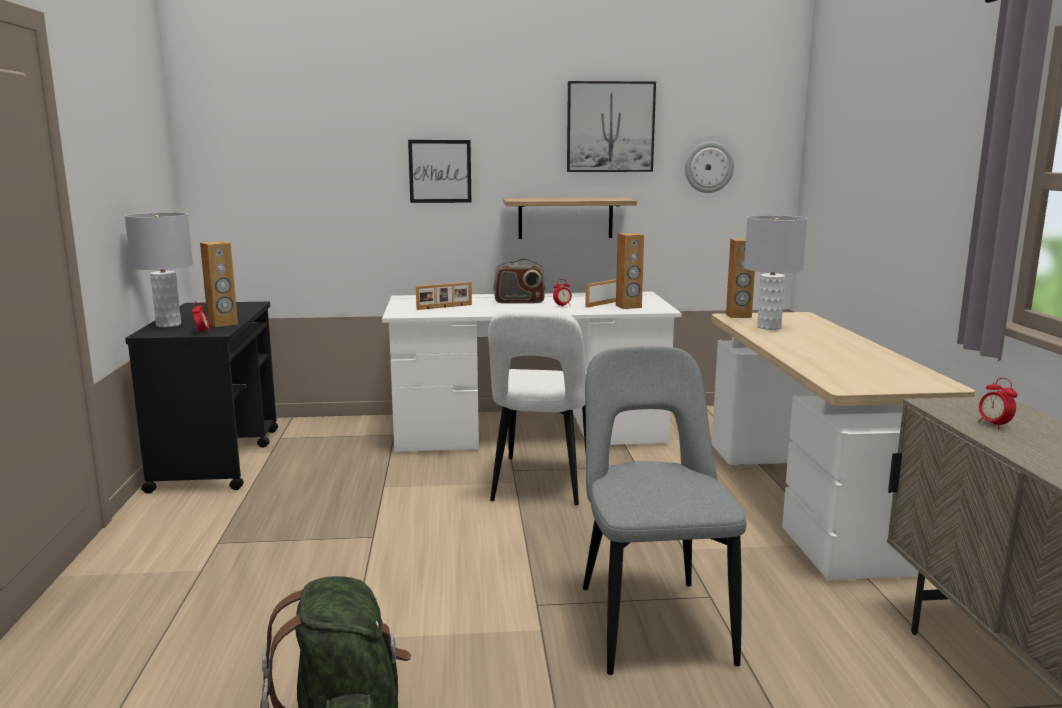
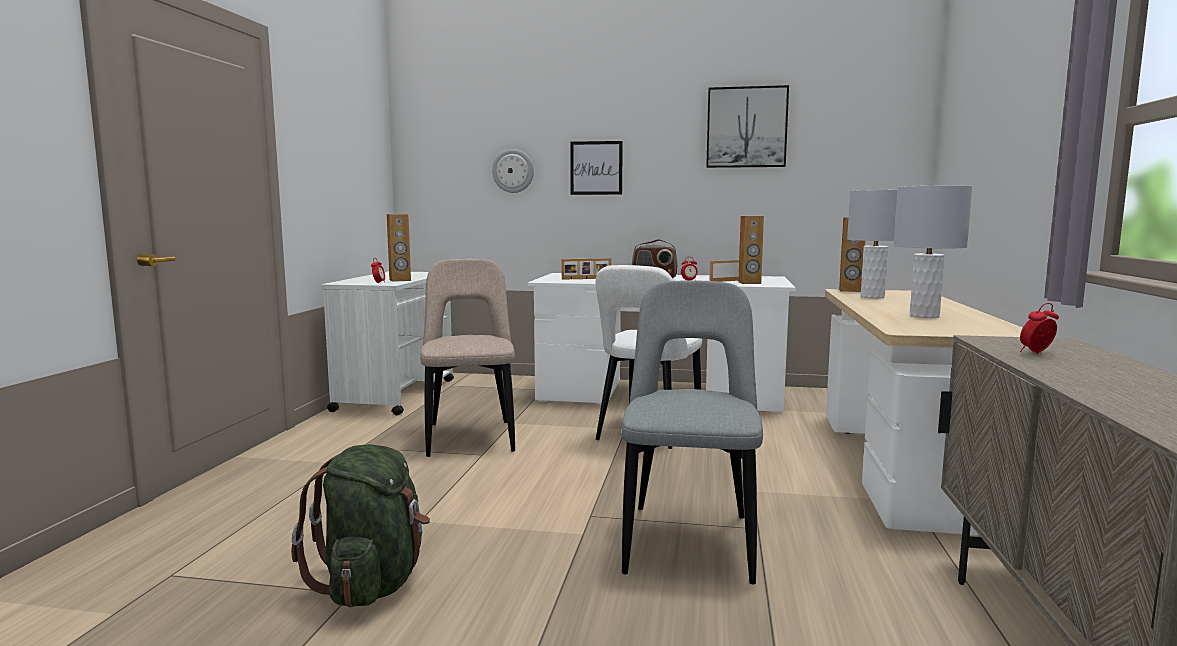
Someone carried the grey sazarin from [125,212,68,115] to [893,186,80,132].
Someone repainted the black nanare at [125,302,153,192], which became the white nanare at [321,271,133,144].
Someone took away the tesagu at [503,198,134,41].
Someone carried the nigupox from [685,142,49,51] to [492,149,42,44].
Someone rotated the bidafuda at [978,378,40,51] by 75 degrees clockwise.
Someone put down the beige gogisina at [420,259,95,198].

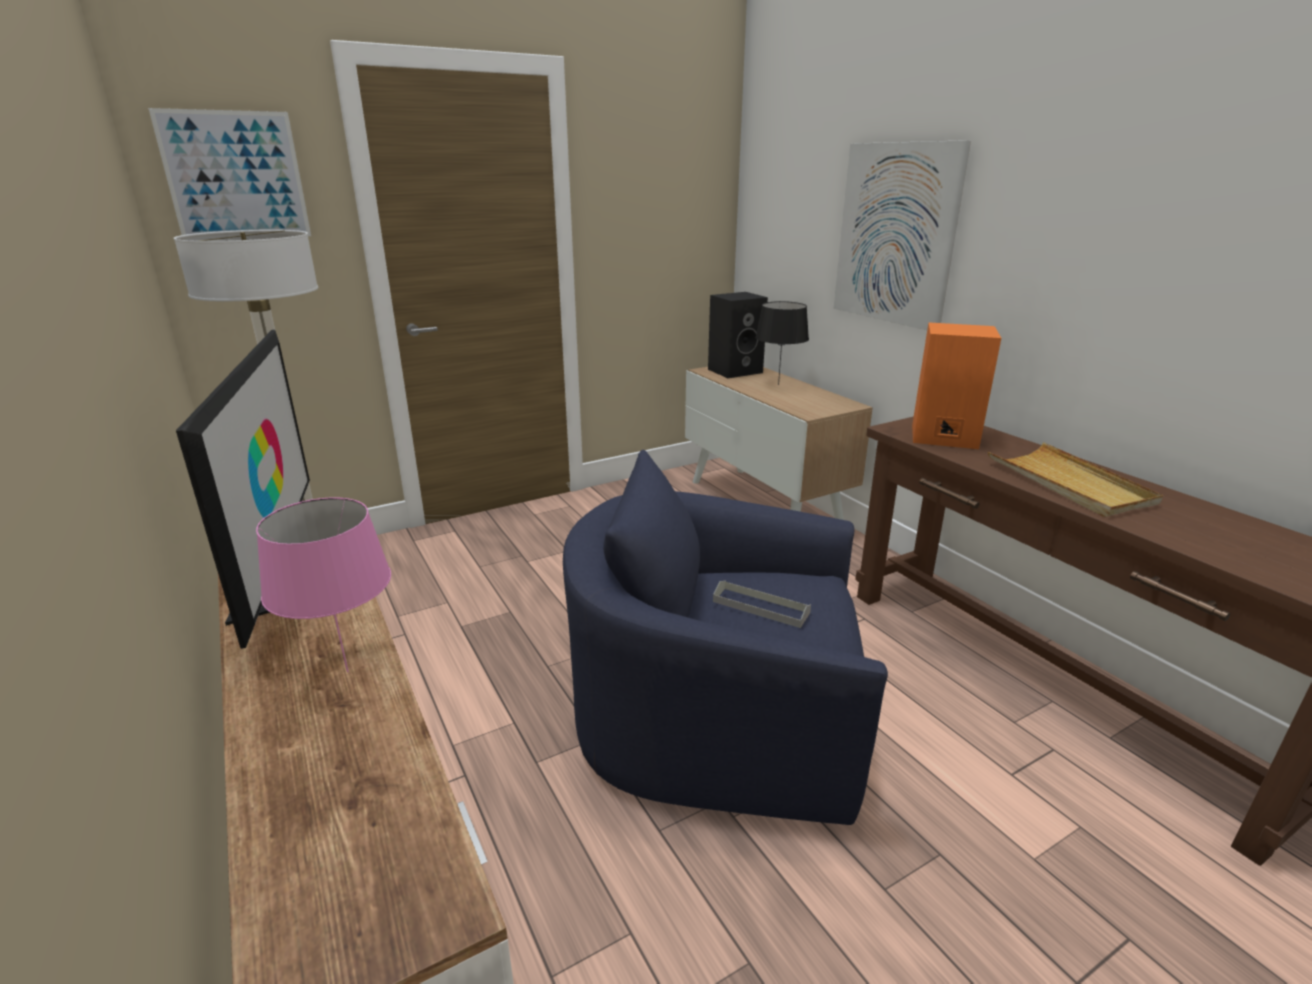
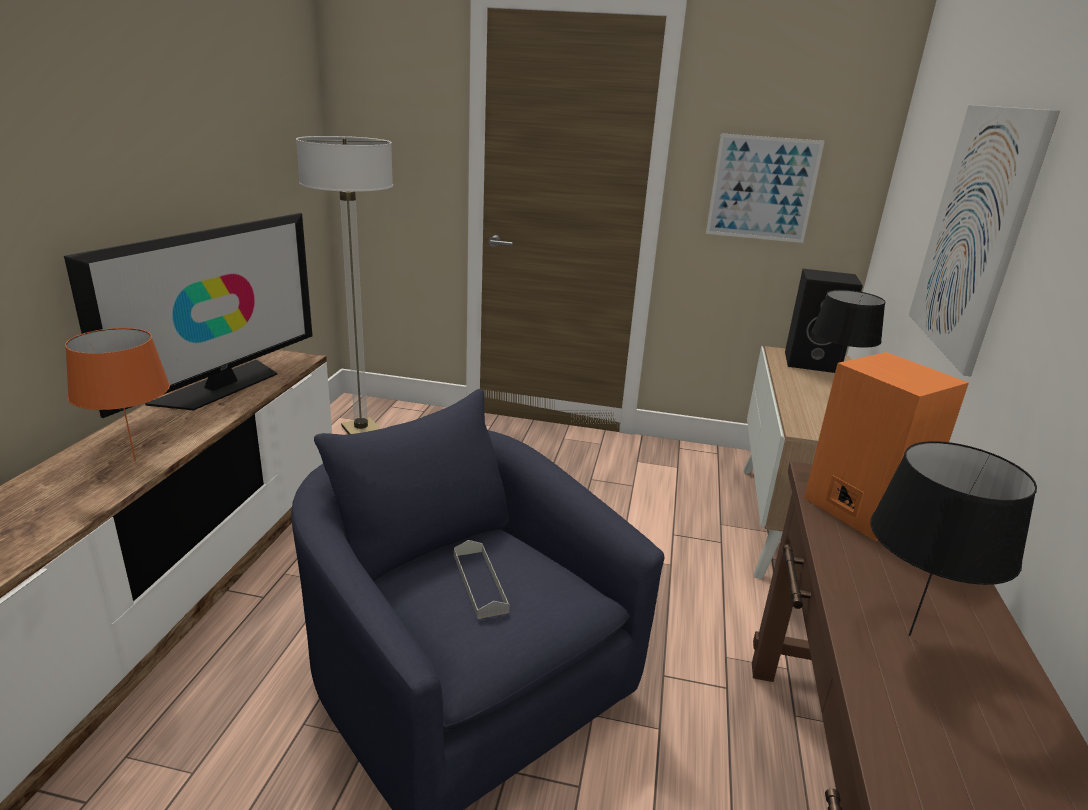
Someone carried the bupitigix from [148,108,163,128] to [706,133,119,110].
Someone repainted the pink sazarin at [256,498,135,174], which became the orange sazarin at [65,328,105,133].
Someone swapped the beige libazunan at [988,442,175,75] for the black sazarin at [870,441,167,195].

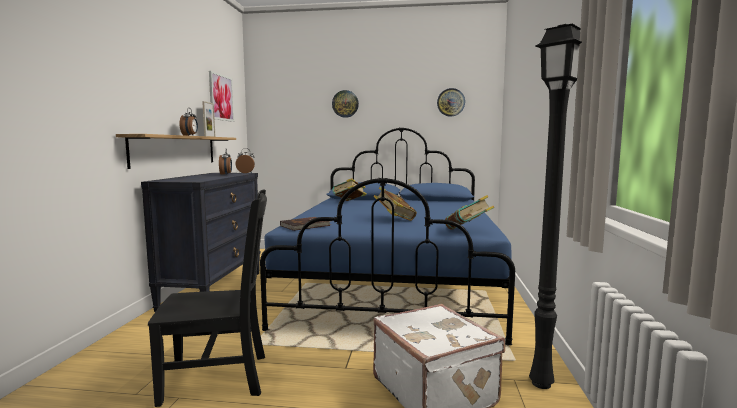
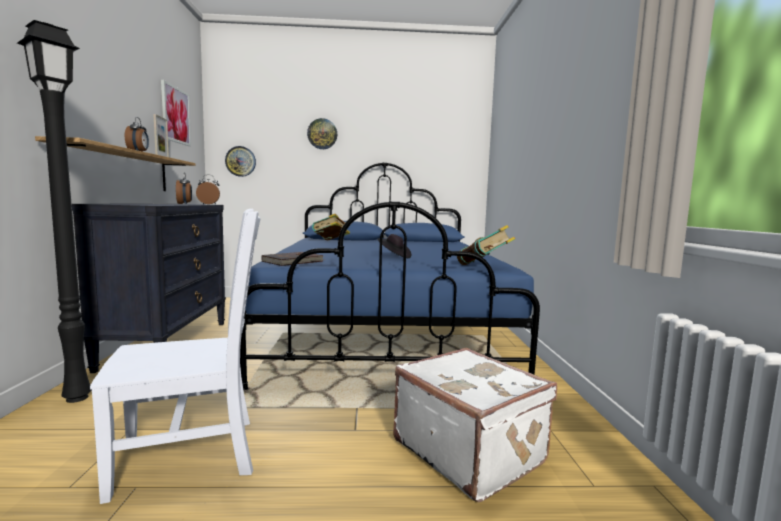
Someone repainted the black gogisina at [148,189,119,218], which became the white gogisina at [90,209,170,295].
Someone swapped the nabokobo at [374,187,43,34] for the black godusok at [378,234,33,24].
Someone carried the nigupox from [437,88,28,29] to [225,146,31,31].
Someone carried the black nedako from [529,24,53,365] to [17,20,75,383].

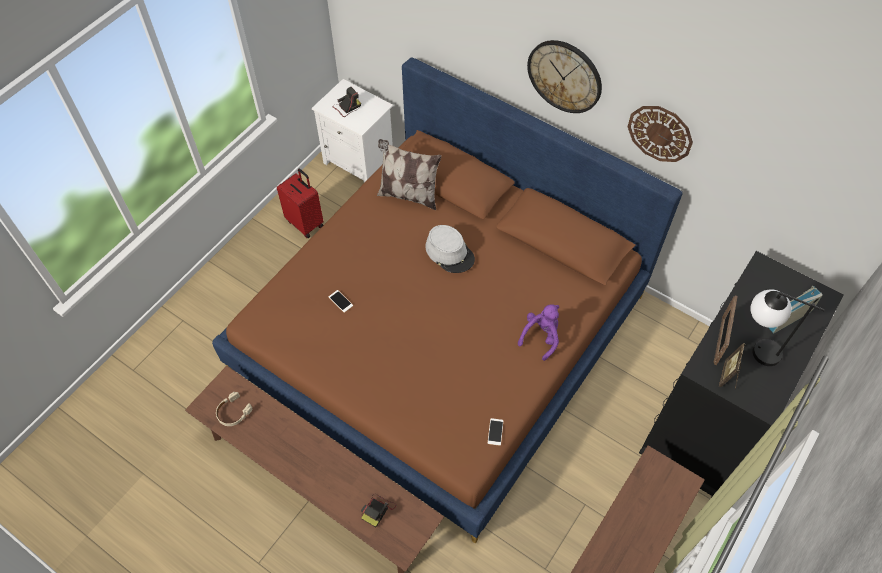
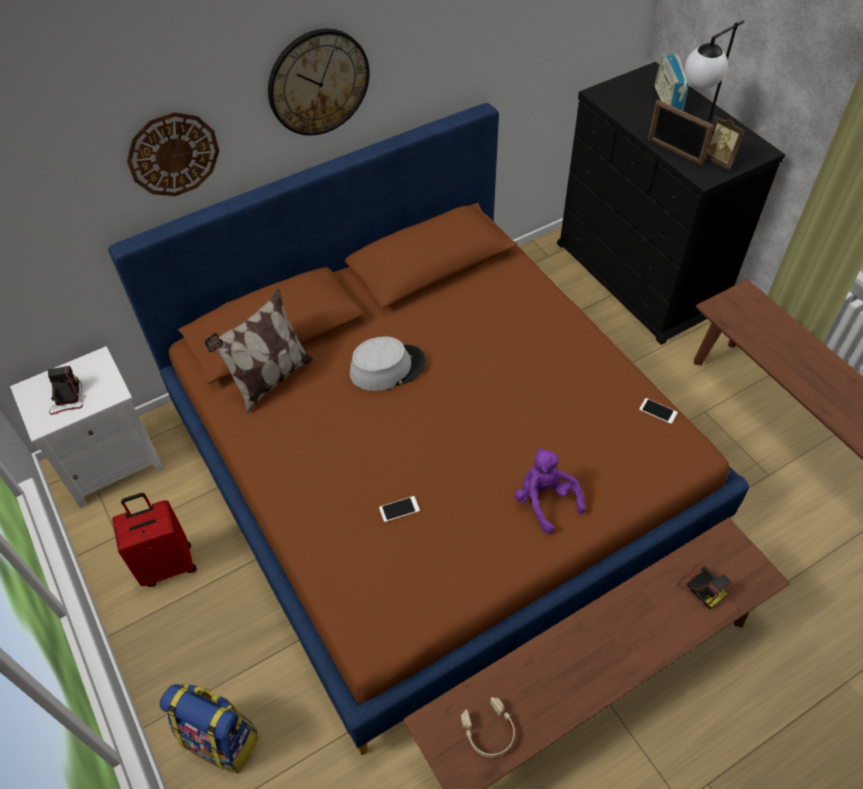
Someone carried the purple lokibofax from [518,304,41,57] to [515,447,70,86].
Someone carried the nigupox from [628,106,65,56] to [127,112,92,84].
Someone put down the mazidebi at [160,684,99,90].

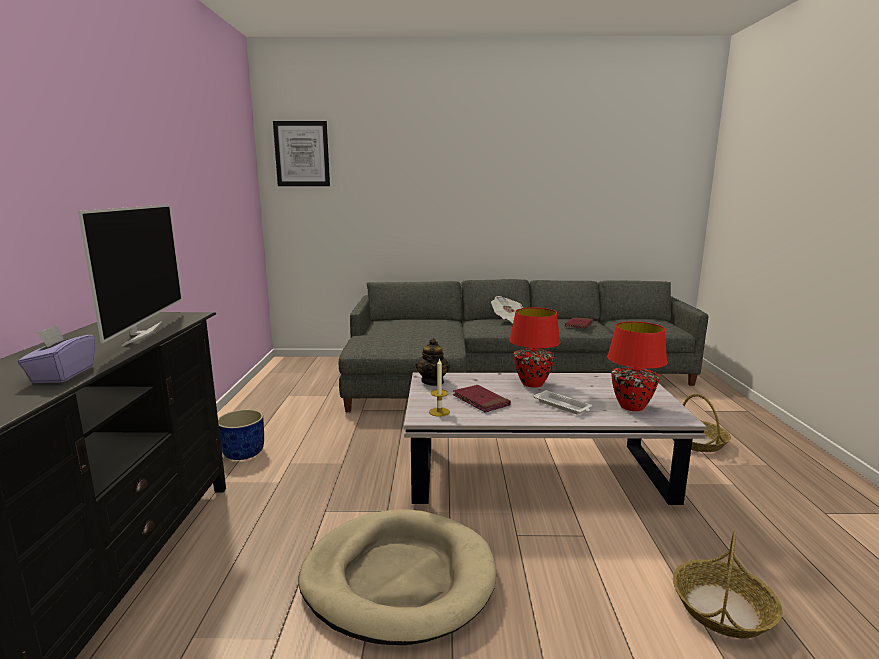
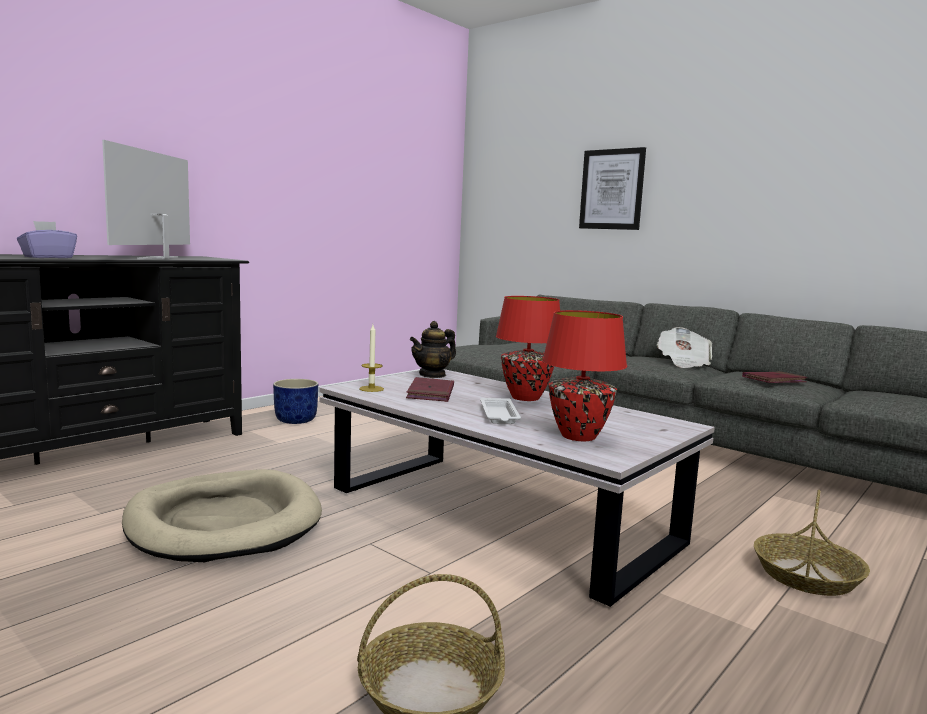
Someone rotated the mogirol at [78,205,104,141] by 150 degrees clockwise.
Someone carried the bupitigix from [273,121,57,65] to [579,147,67,83].

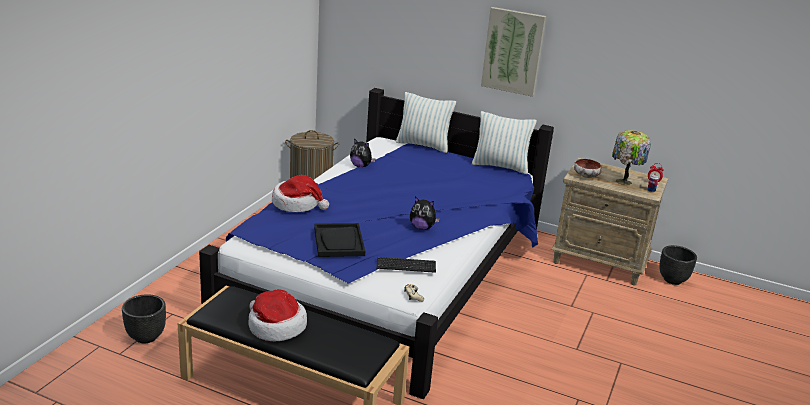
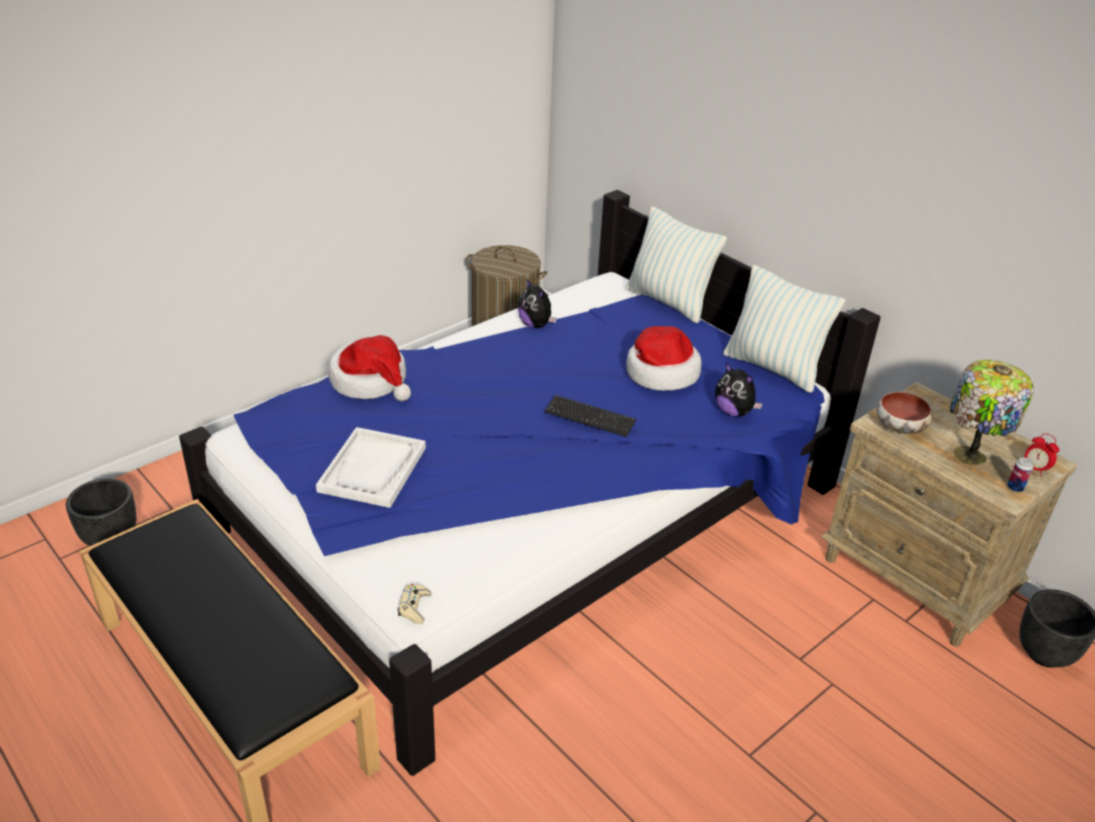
Someone carried the godusok from [248,289,59,53] to [626,326,75,65].
Someone repainted the black libazunan at [314,223,51,34], which became the white libazunan at [316,427,110,81].
Someone carried the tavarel from [376,257,60,16] to [544,395,92,42].
Someone carried the lokibofax from [410,197,30,33] to [715,362,48,55].
Someone took away the bupitigix at [481,7,65,90].

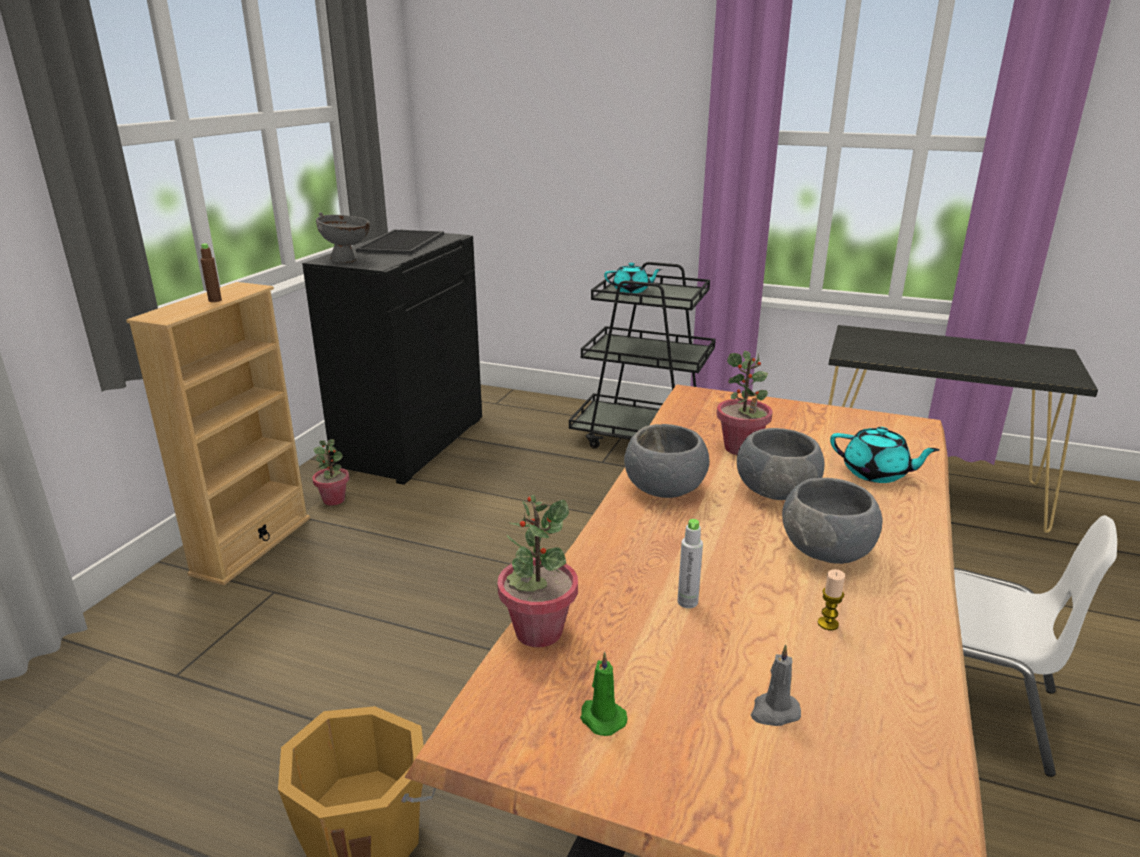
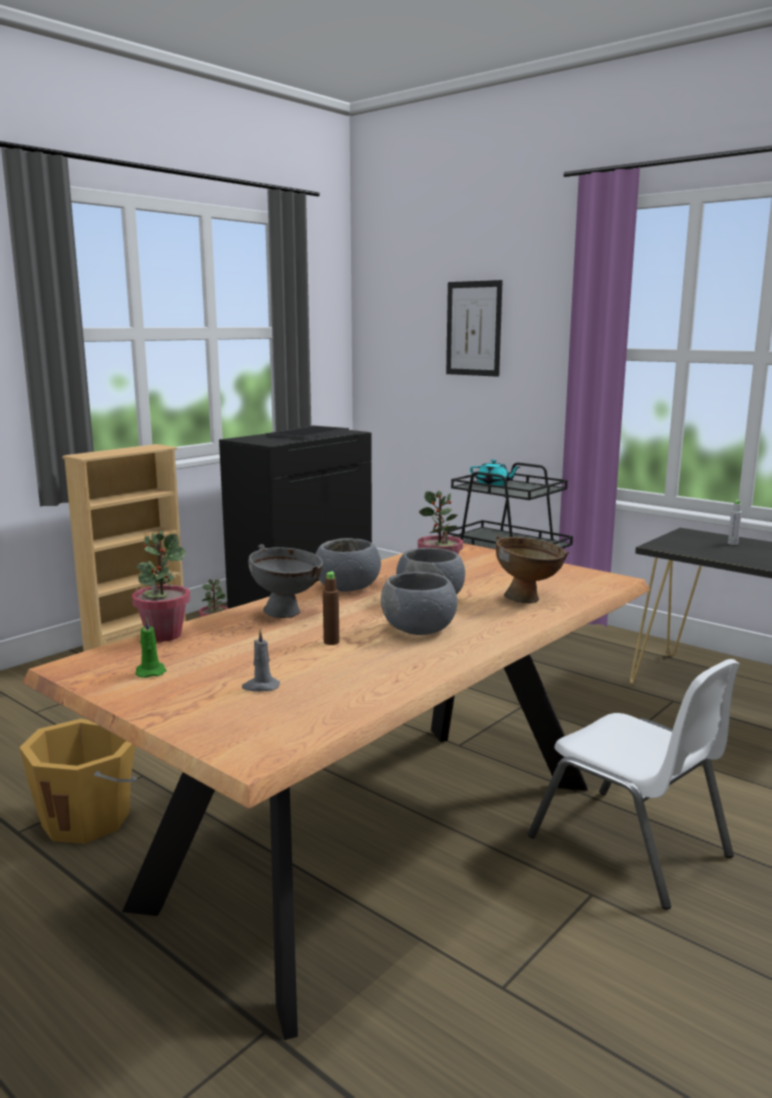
Someone carried the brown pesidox from [200,243,22,59] to [323,571,16,74].
Someone carried the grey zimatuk from [316,212,54,51] to [248,544,75,74].
Someone carried the grey pesidox from [677,519,26,89] to [728,500,14,45].
Someone took away the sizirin at [818,569,27,61].
Someone swapped the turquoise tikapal at [830,427,110,56] for the brown zimatuk at [496,535,73,68].
Someone put up the bupitigix at [446,280,57,97].

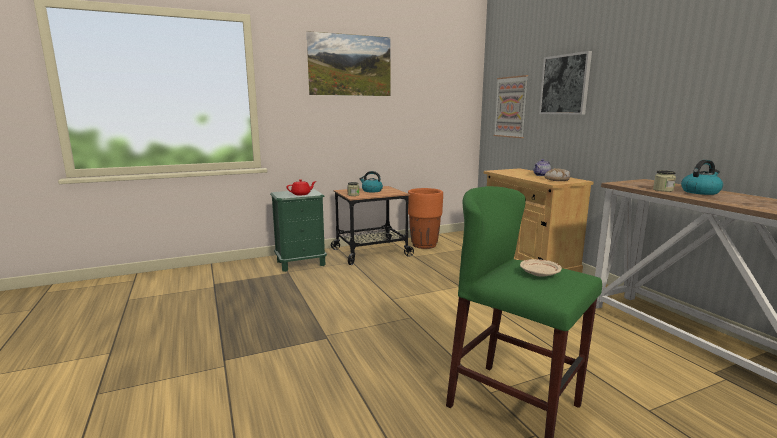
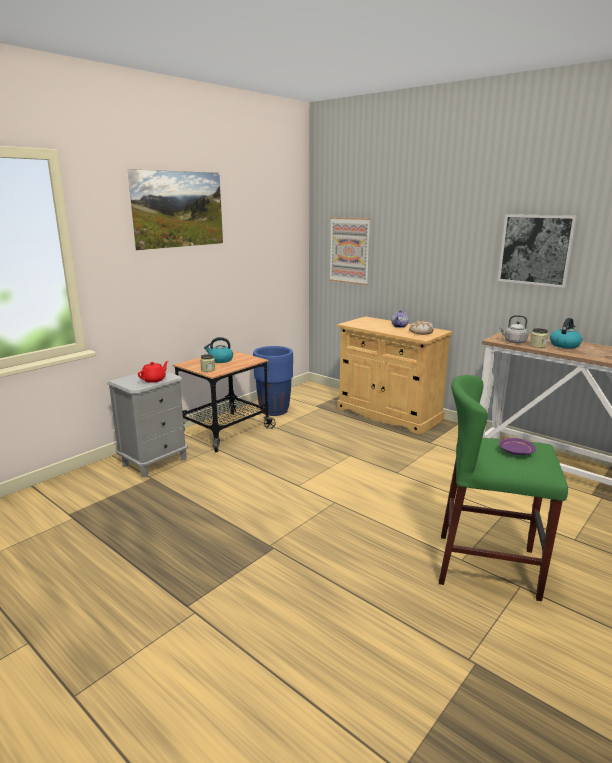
Someone repainted the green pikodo at [270,189,57,83], which became the grey pikodo at [107,371,81,106].
Someone repainted the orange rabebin at [408,188,35,61], which became the blue rabebin at [253,346,40,70].
Someone repainted the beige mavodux at [520,259,42,18], which became the purple mavodux at [499,438,37,17].
Someone carried the bupitigix from [539,51,53,64] to [498,214,79,74].
Someone put down the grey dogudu at [499,315,30,28].

